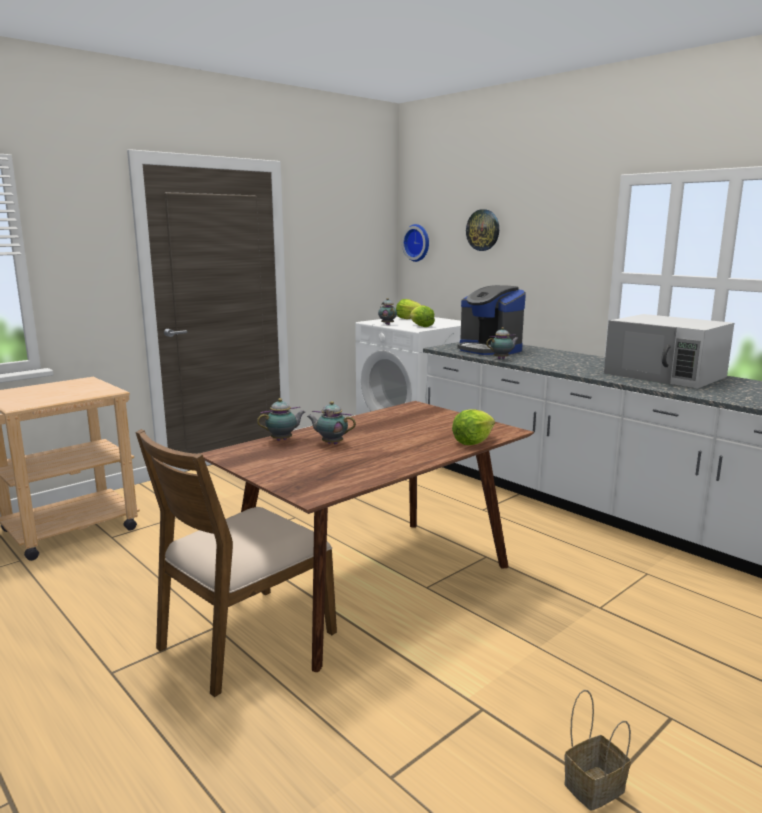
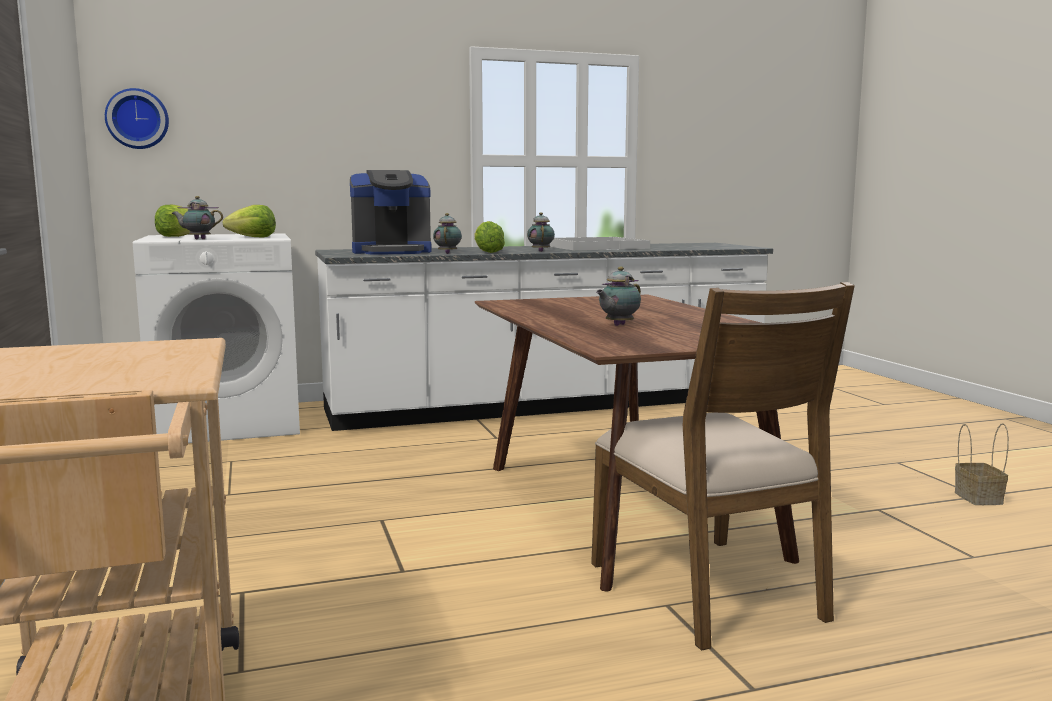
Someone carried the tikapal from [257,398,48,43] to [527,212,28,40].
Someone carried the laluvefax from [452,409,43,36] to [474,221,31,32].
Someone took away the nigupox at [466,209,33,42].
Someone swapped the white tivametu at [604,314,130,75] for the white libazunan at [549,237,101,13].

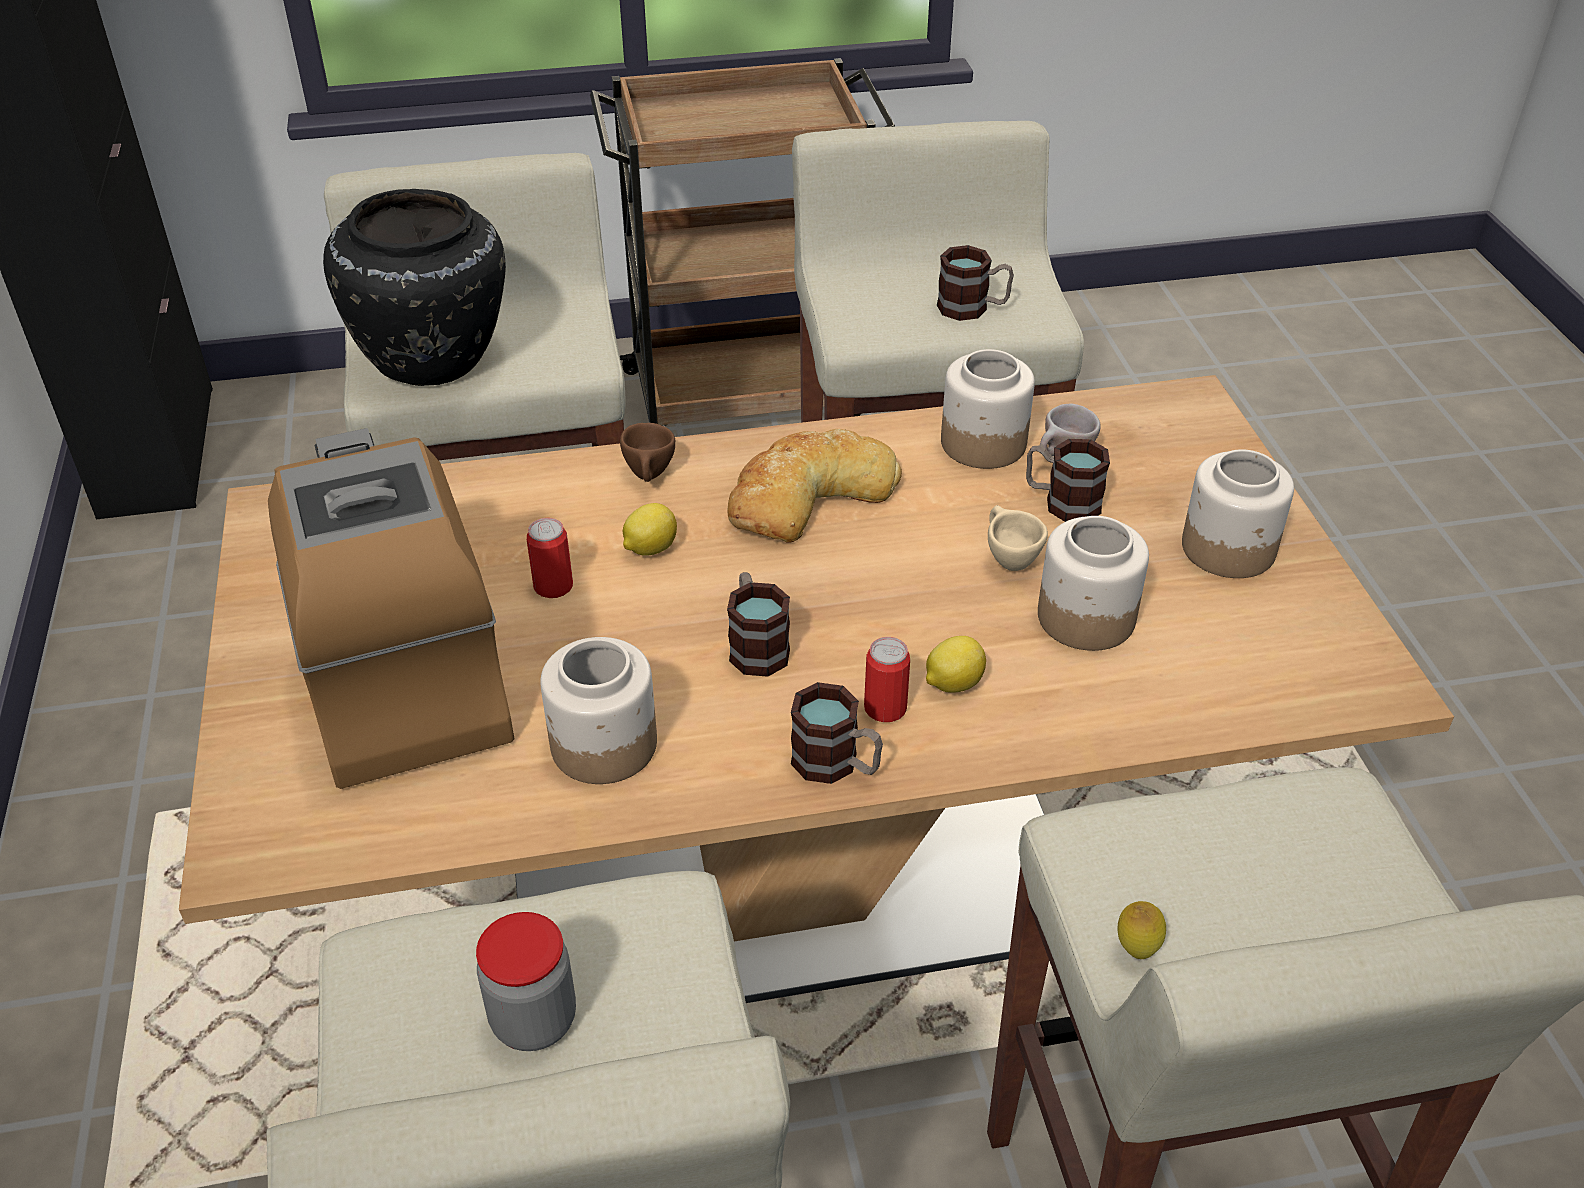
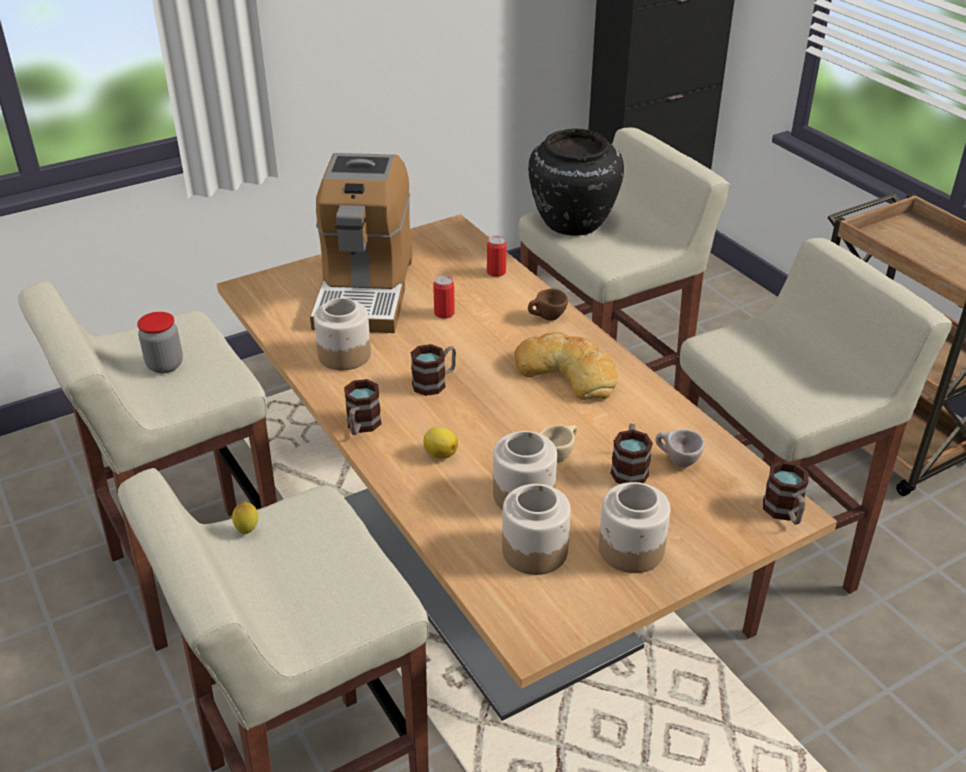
Someone rotated the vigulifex at [268,428,246,361] by 135 degrees clockwise.
Someone took away the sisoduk at [623,503,54,53].
Someone carried the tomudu from [864,637,46,85] to [487,236,19,41].
Someone carried the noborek from [937,245,77,76] to [763,461,46,64].
Someone carried the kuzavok from [941,349,94,120] to [502,484,69,91].

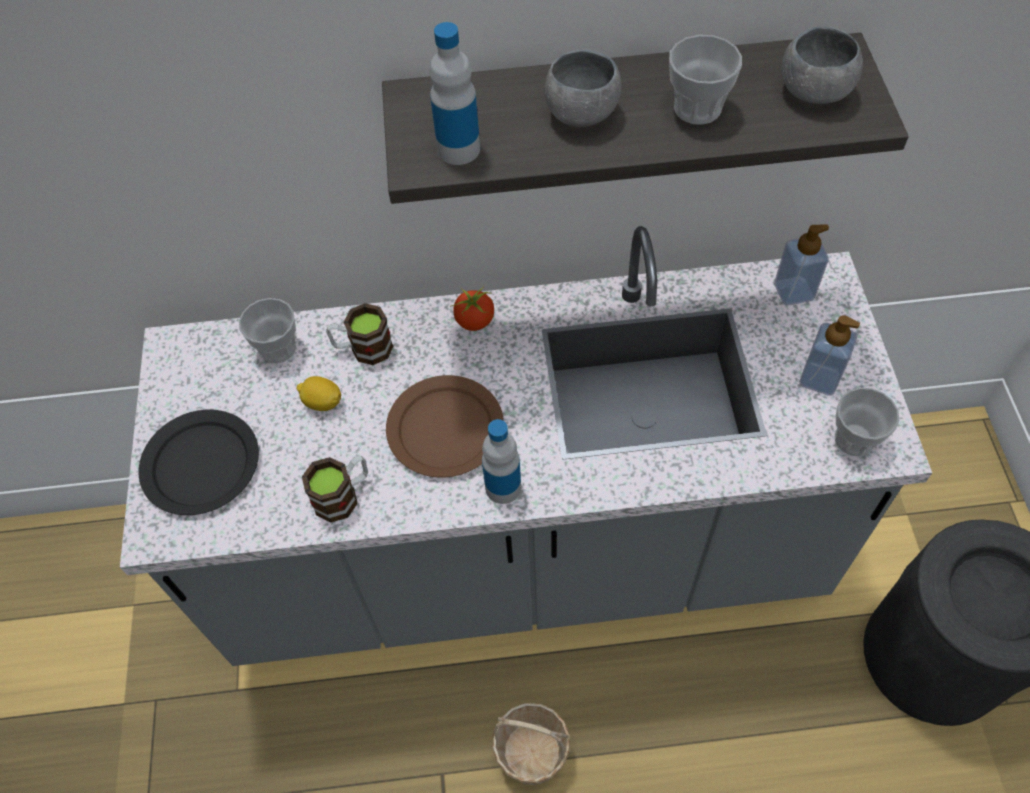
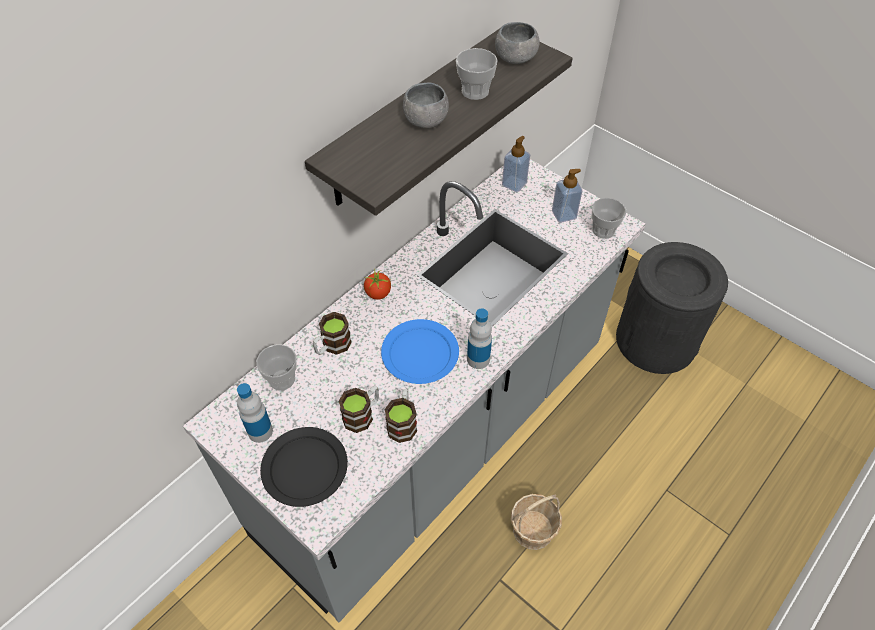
Someone took away the sisoduk at [296,376,45,35].
Someone repainted the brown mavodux at [386,375,118,102], which became the blue mavodux at [381,319,78,65].
Someone carried the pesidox from [429,22,51,143] to [237,383,36,60].
Someone put down the noborek at [338,386,41,47].

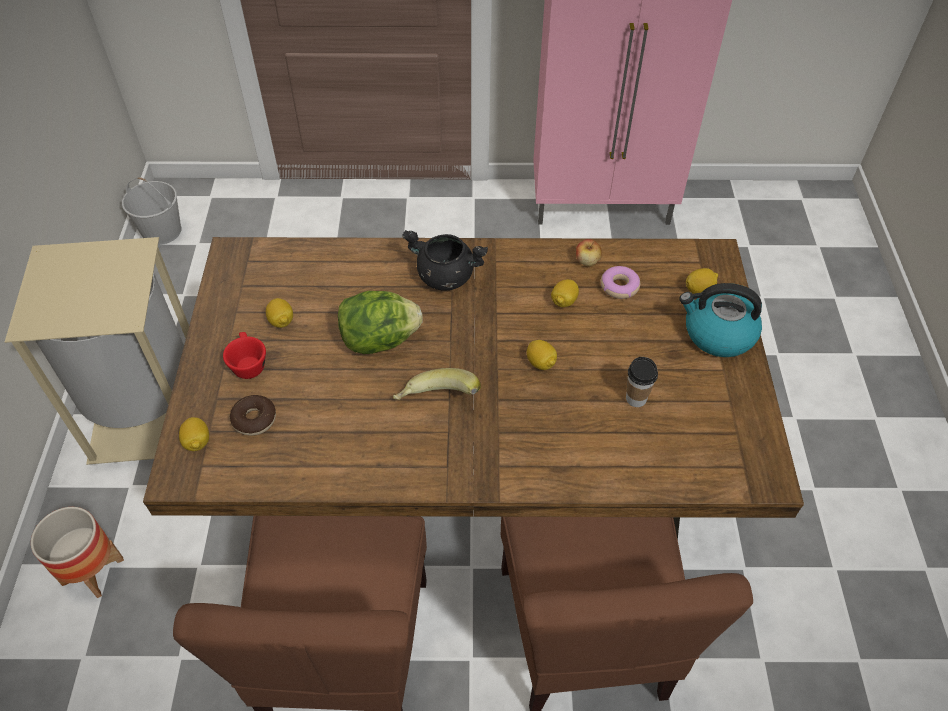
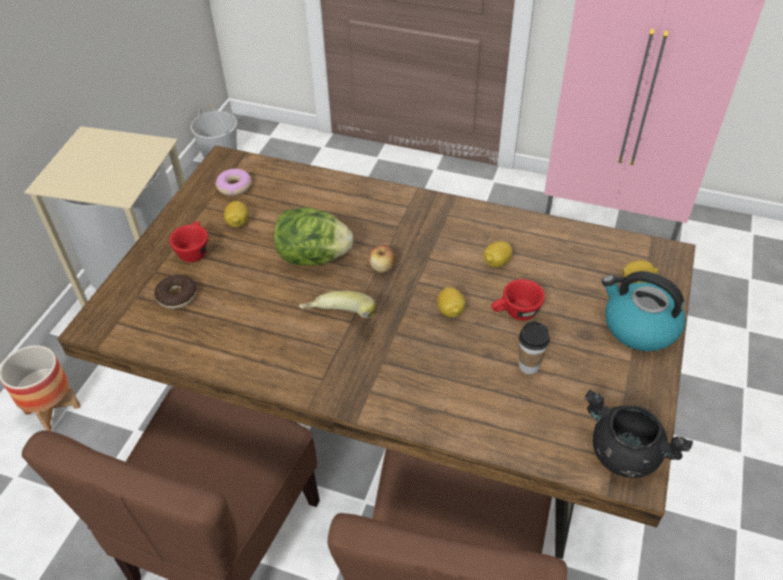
Someone took away the sisoduk at [179,417,30,34].
Someone carried the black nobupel from [402,230,86,60] to [585,390,108,88].
Someone carried the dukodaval from [576,239,26,27] to [369,245,27,28].
Someone carried the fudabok from [601,266,39,33] to [215,169,37,27].
Someone put down the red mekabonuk at [491,279,54,41].

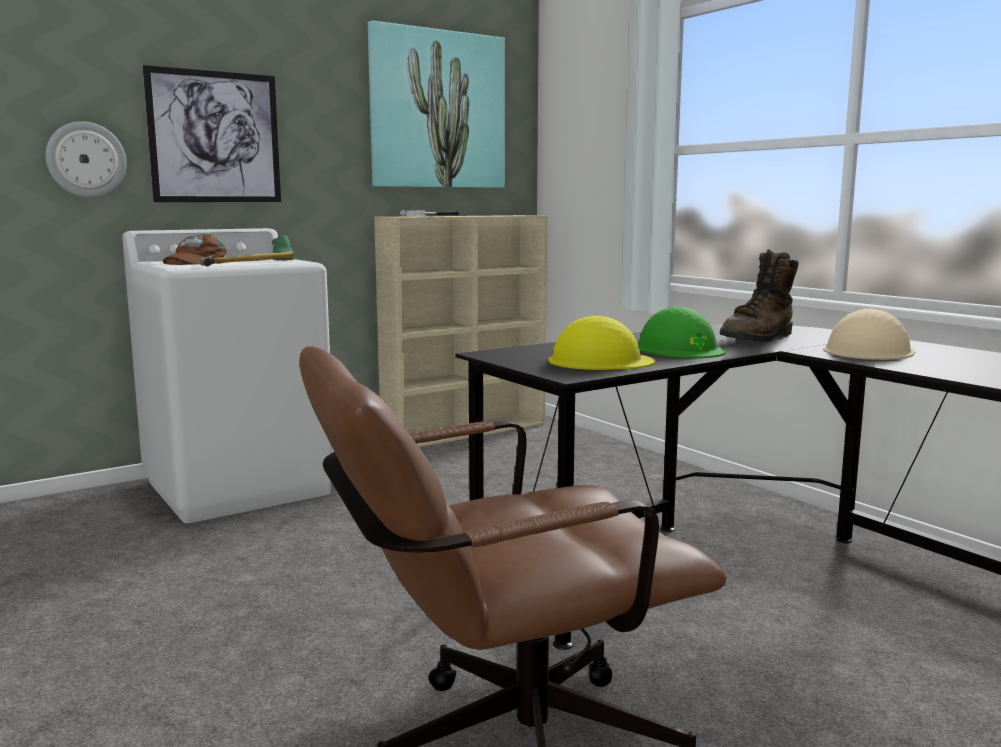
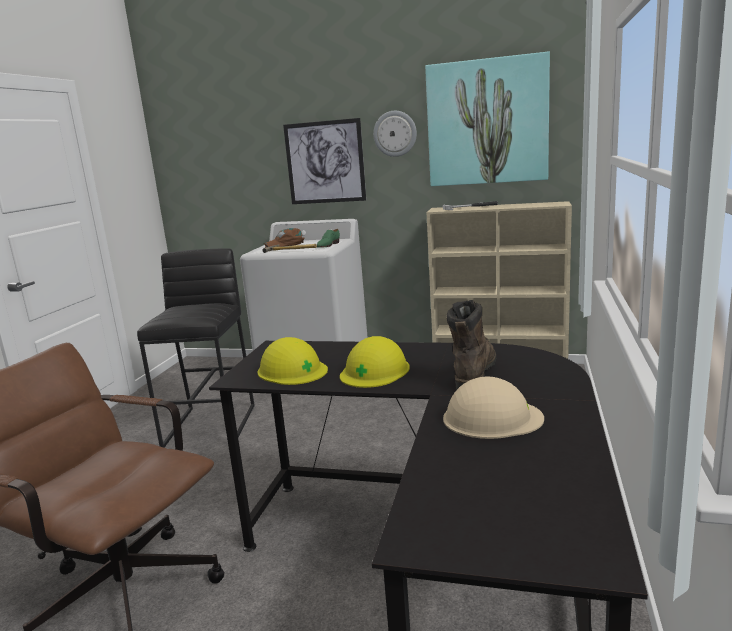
Someone carried the nigupox from [46,121,81,76] to [373,111,44,46].
Someone repainted the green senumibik at [638,306,88,52], which became the yellow senumibik at [340,336,70,52].
Someone rotated the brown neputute at [719,249,80,93] by 105 degrees clockwise.
Someone put down the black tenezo at [137,248,118,200].

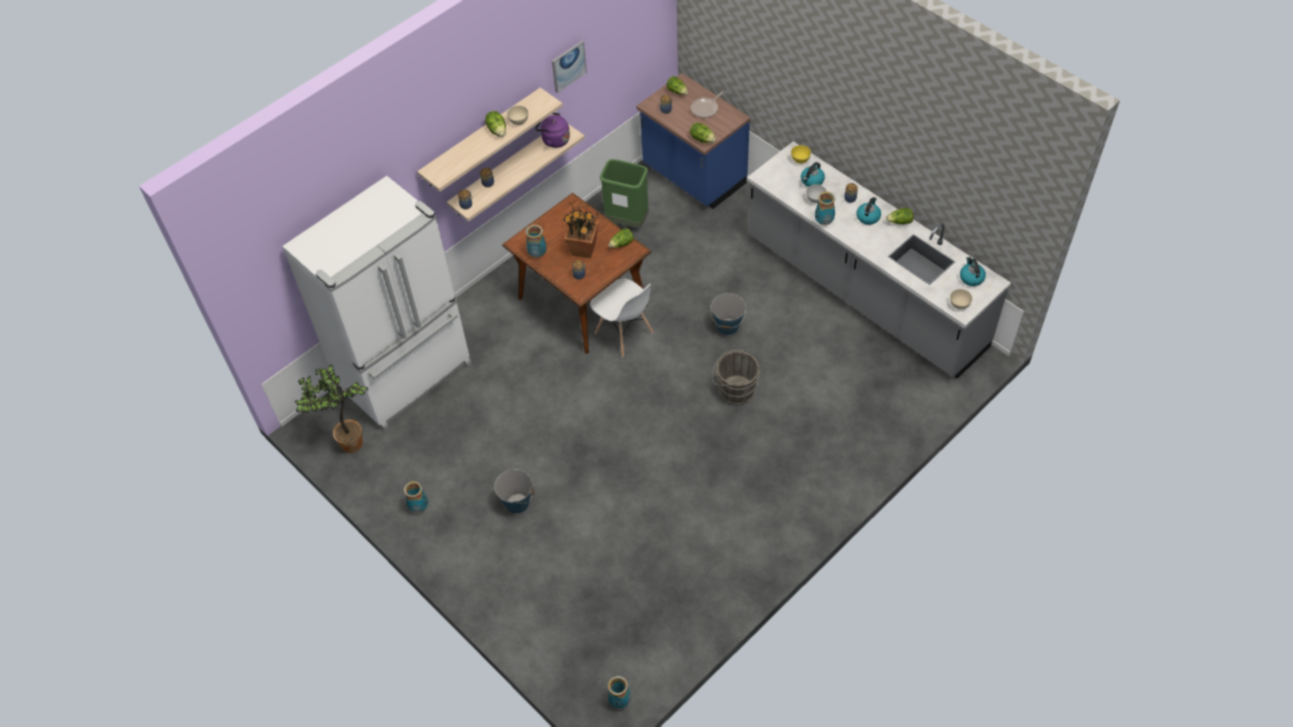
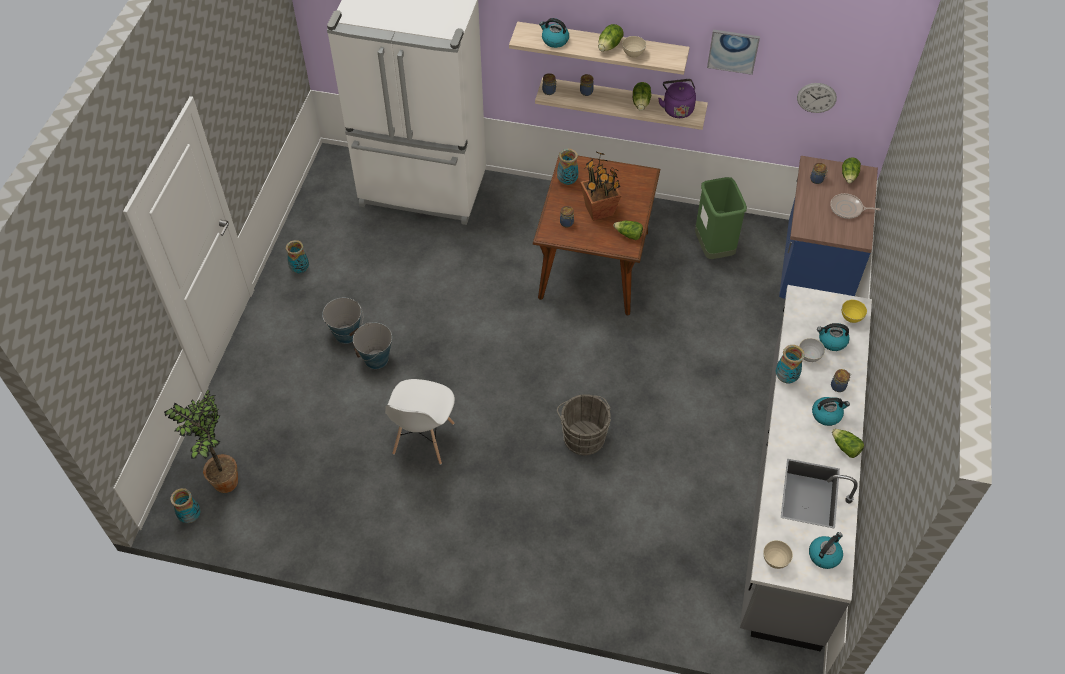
Someone carried the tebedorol from [295,364,73,89] to [164,390,74,103].
Someone carried the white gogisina from [590,278,64,79] to [385,379,70,86].
Someone carried the laluvefax from [690,123,26,20] to [633,82,18,29].
Someone carried the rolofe from [710,293,36,42] to [353,322,39,47].
Someone put down the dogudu at [539,18,30,30].
Someone put up the nigupox at [797,83,40,30].

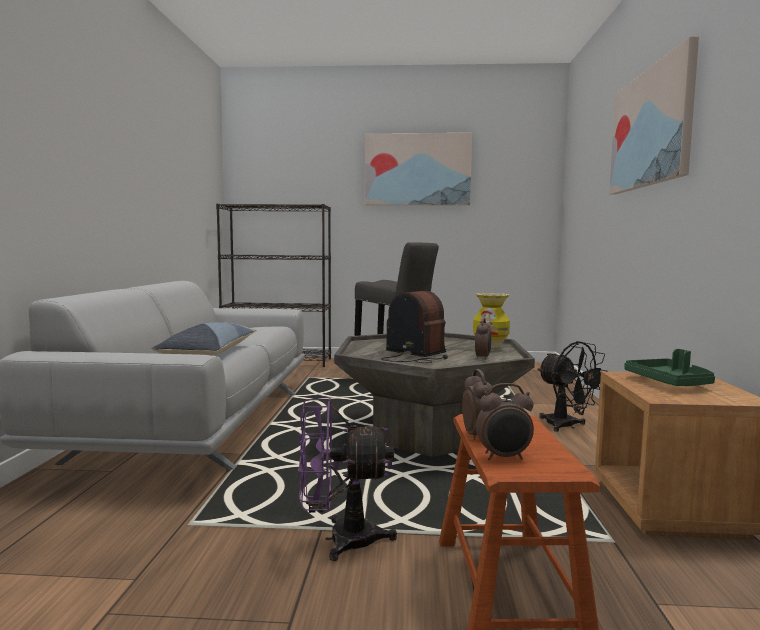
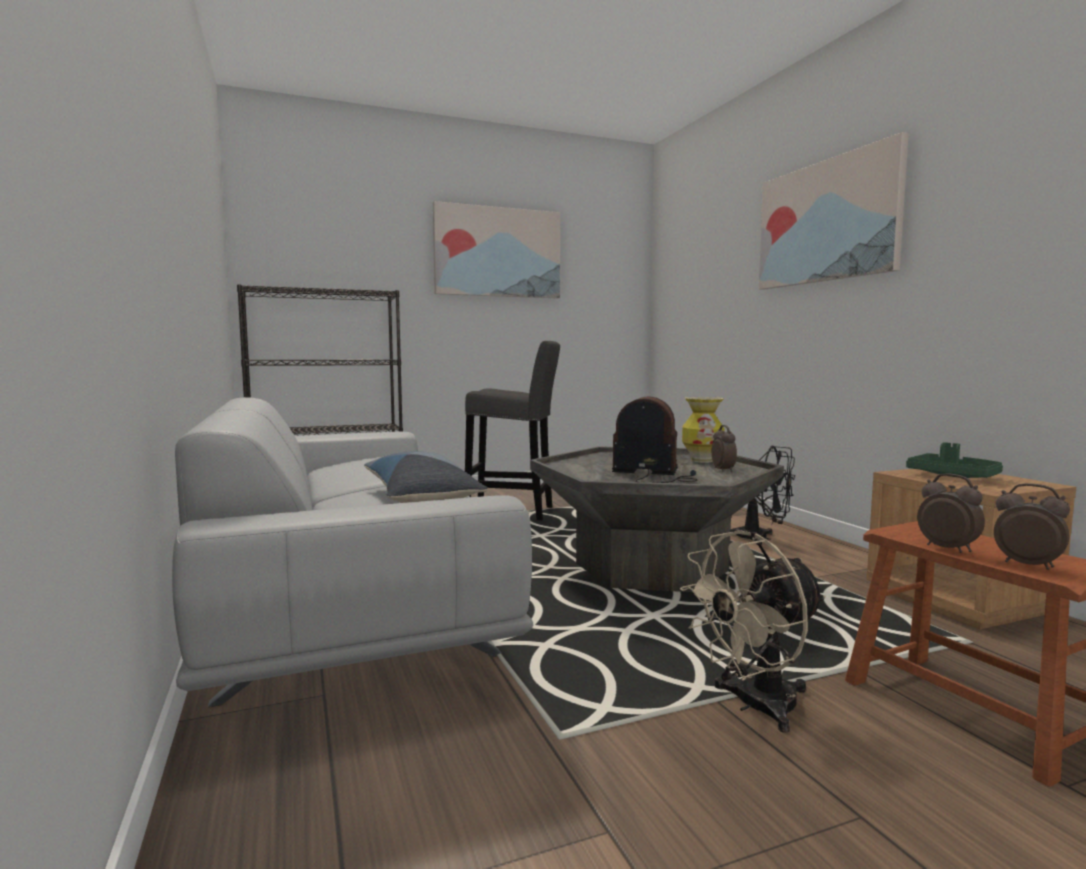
Someone repainted the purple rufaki at [298,398,99,163], which became the beige rufaki at [680,530,146,203].
Someone rotated the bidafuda at [476,383,58,77] by 105 degrees counterclockwise.

